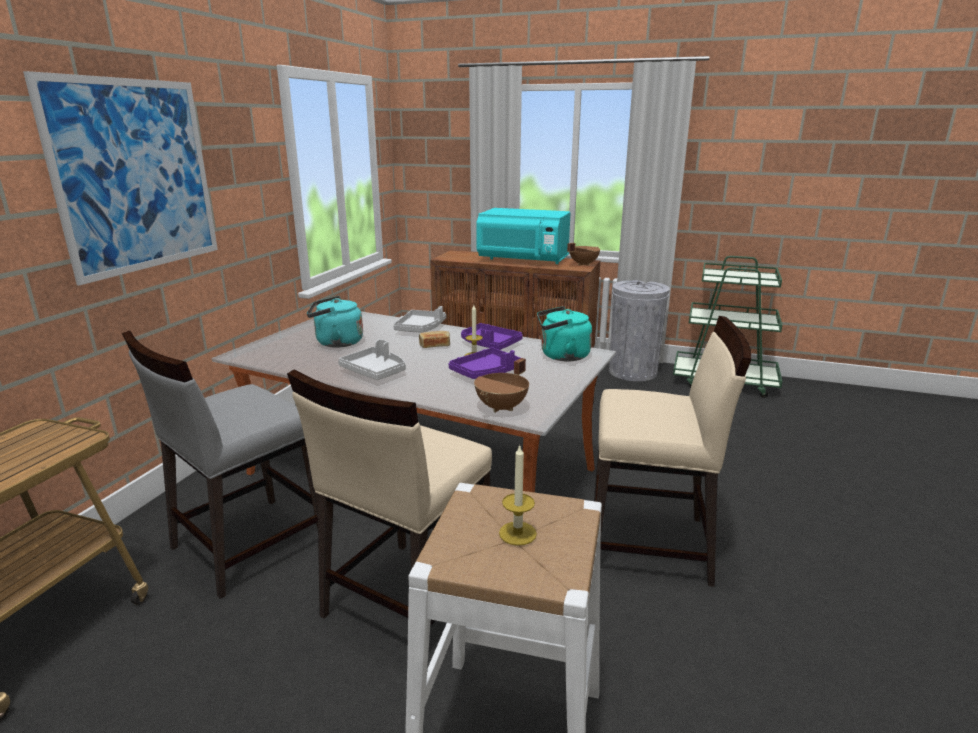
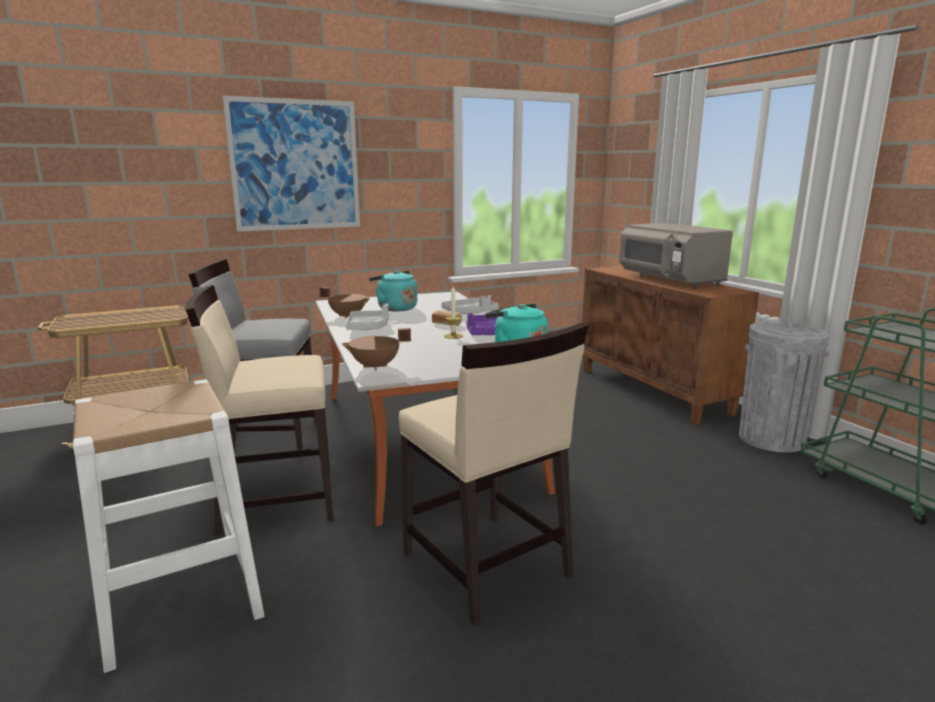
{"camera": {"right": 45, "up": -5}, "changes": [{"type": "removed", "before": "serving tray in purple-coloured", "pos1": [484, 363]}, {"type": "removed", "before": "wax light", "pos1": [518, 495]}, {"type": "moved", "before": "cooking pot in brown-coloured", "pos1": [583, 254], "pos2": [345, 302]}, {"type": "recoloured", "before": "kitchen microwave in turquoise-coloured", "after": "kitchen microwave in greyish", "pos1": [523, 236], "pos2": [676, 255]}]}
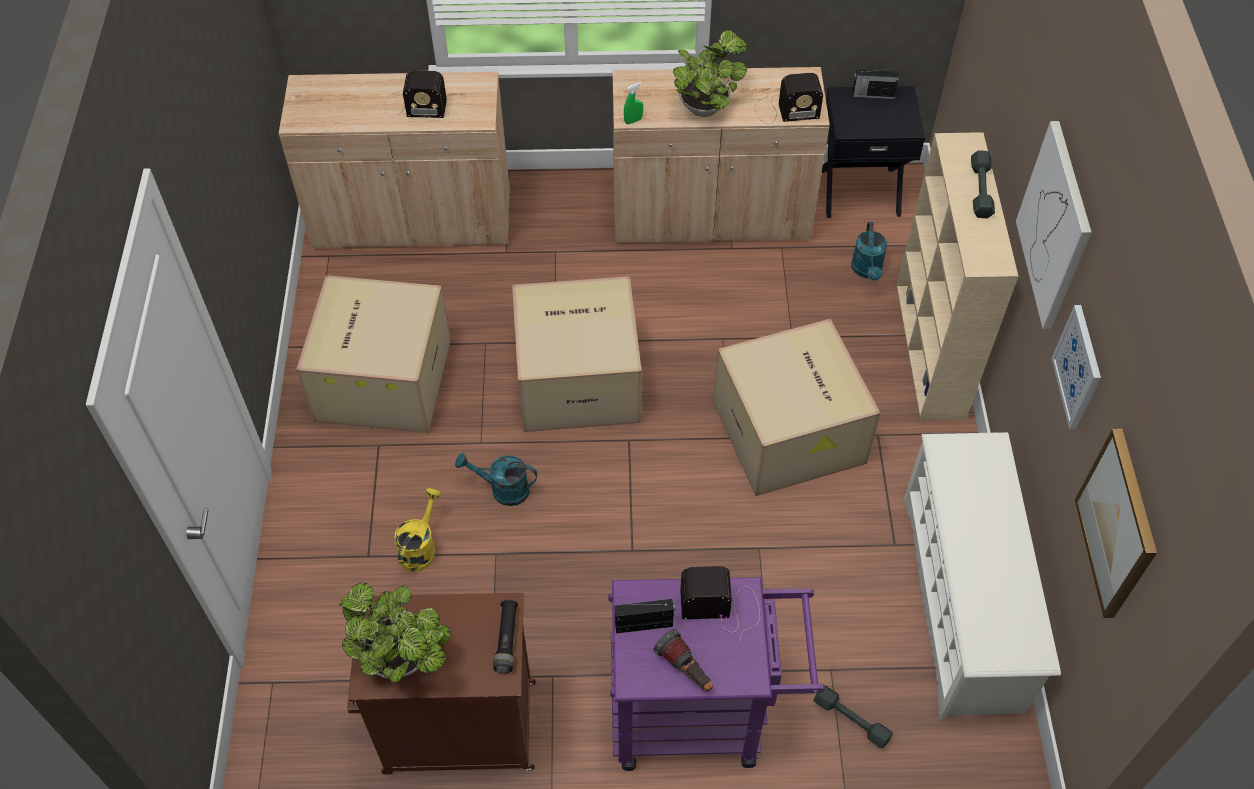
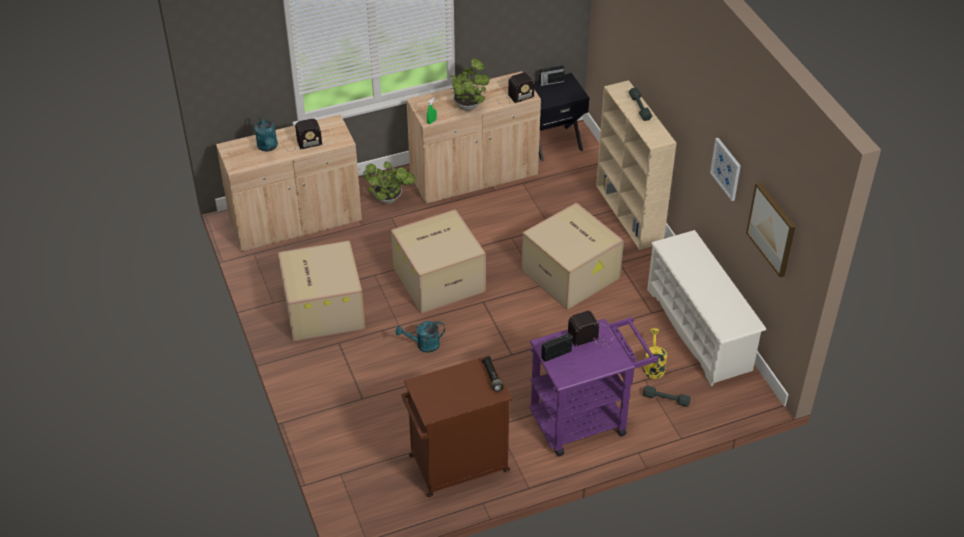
{"camera": {"right": -20, "up": -10}, "changes": [{"type": "removed", "before": "torch", "pos1": [683, 660]}, {"type": "removed", "before": "wall picture", "pos1": [1054, 225]}, {"type": "moved", "before": "houseplant", "pos1": [395, 632], "pos2": [389, 182]}, {"type": "moved", "before": "watering can in yellow", "pos1": [417, 530], "pos2": [655, 353]}, {"type": "moved", "before": "watering can in turquoise-coloured", "pos1": [869, 251], "pos2": [266, 133]}]}
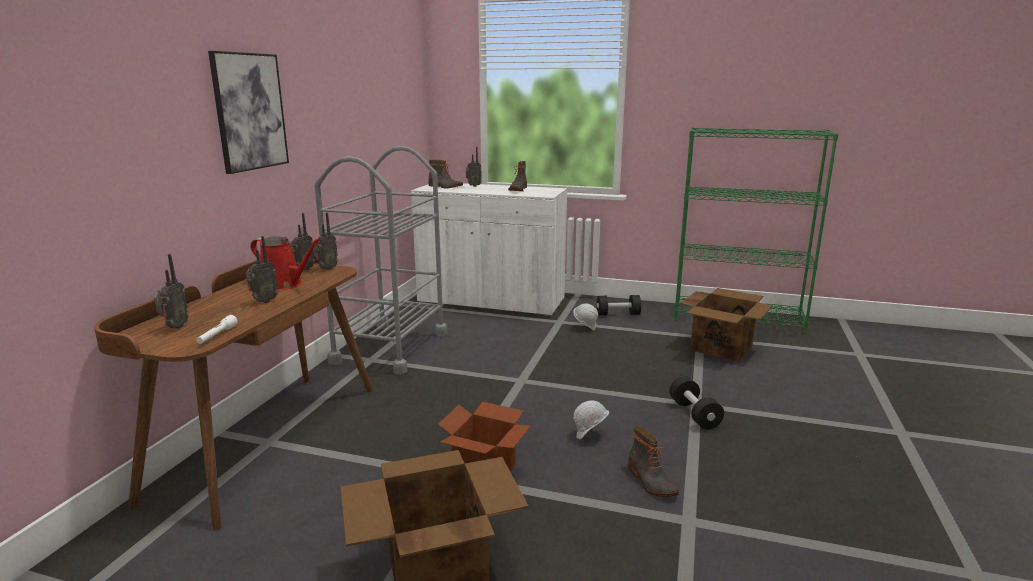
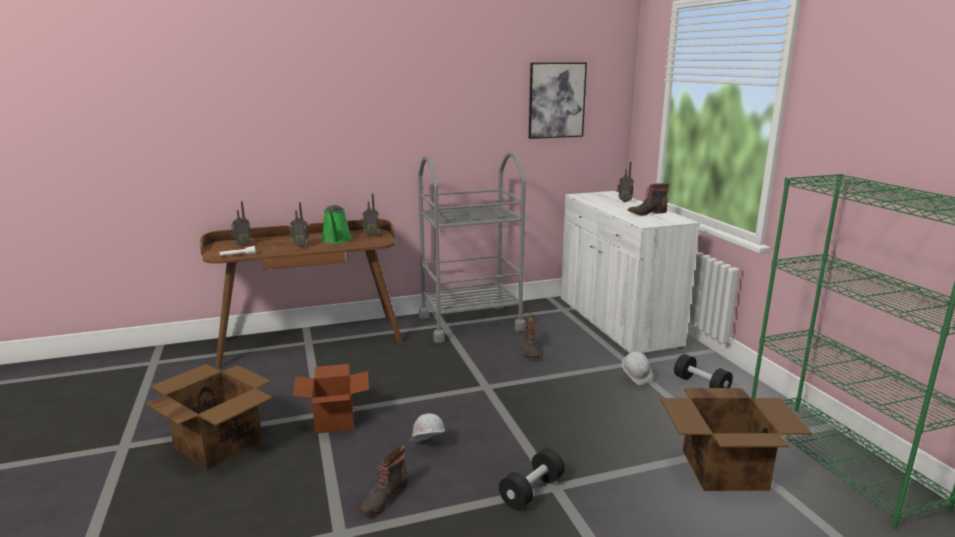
{"camera": {"right": 55, "up": 0}, "changes": [{"type": "removed", "before": "radio receiver", "pos1": [325, 241]}, {"type": "moved", "before": "wall picture", "pos1": [248, 112], "pos2": [558, 101]}, {"type": "moved", "before": "boot", "pos1": [445, 174], "pos2": [531, 337]}, {"type": "recoloured", "before": "watering can in reddish", "after": "watering can in green", "pos1": [285, 263], "pos2": [337, 224]}]}
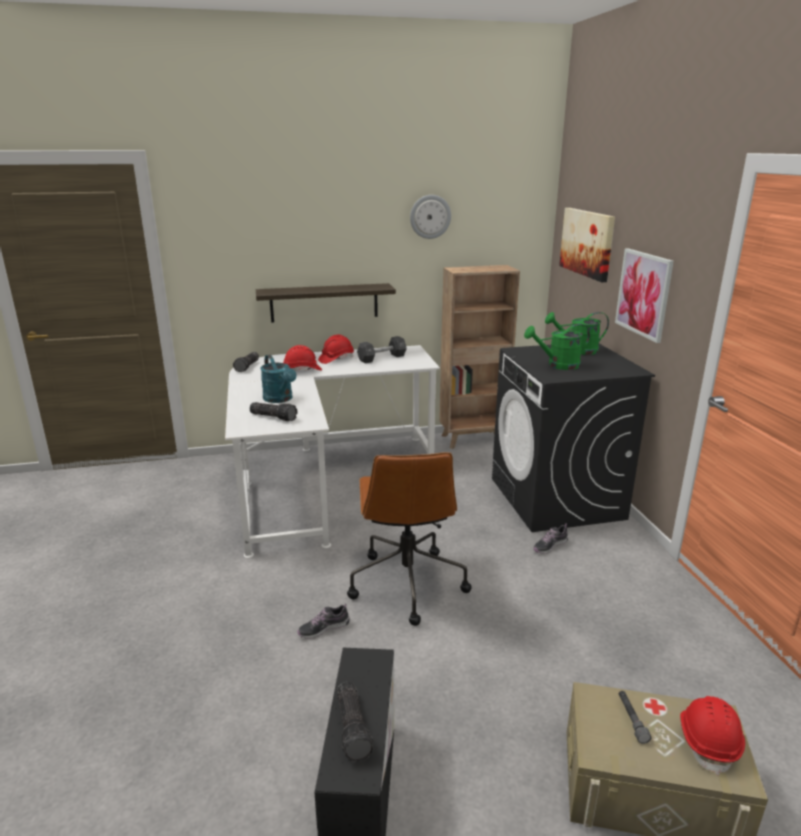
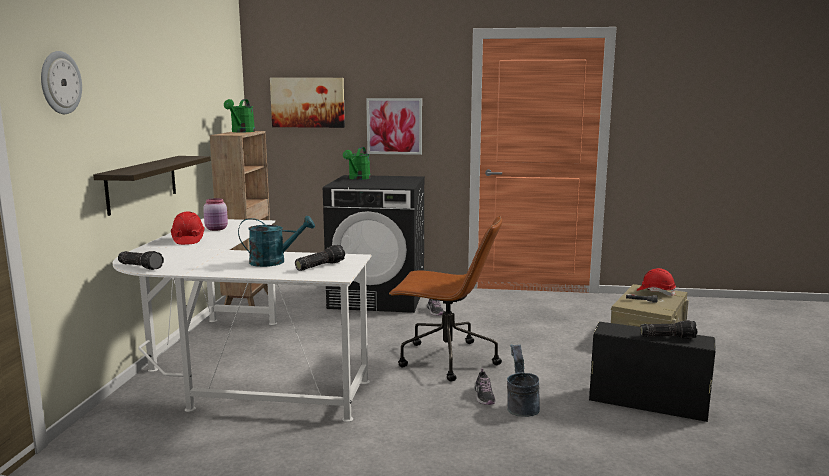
{"camera": {"right": -70, "up": -10}, "changes": [{"type": "removed", "before": "work helmet in reddish", "pos1": [302, 358]}, {"type": "added", "after": "bucket in greyish", "pos2": [523, 380]}, {"type": "moved", "before": "hanging clock", "pos1": [430, 217], "pos2": [61, 82]}, {"type": "moved", "before": "watering can in green", "pos1": [557, 346], "pos2": [239, 115]}, {"type": "replaced", "before": "free weight in black", "after": "preserve jar in pink-coloured", "pos1": [382, 350], "pos2": [215, 214]}]}
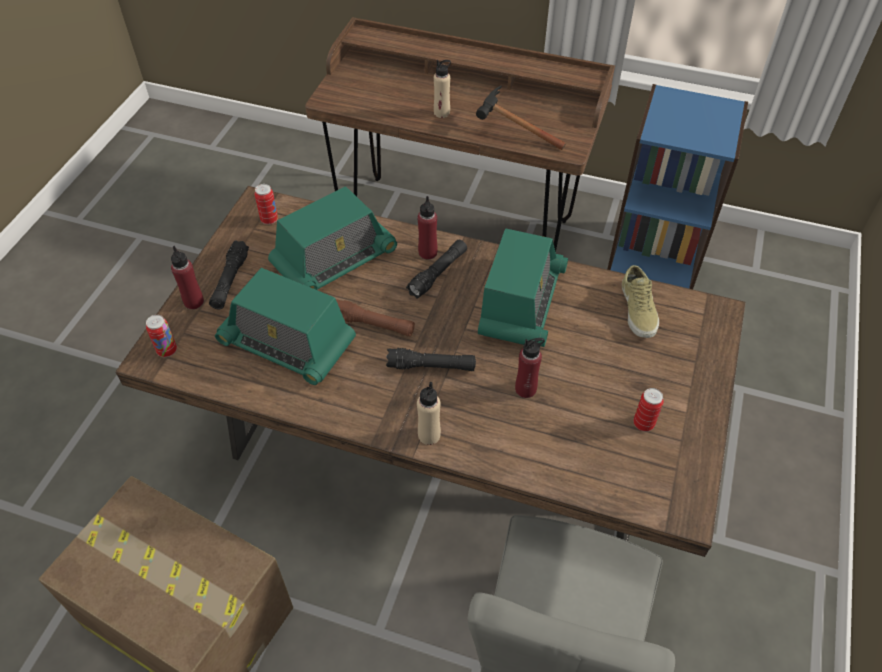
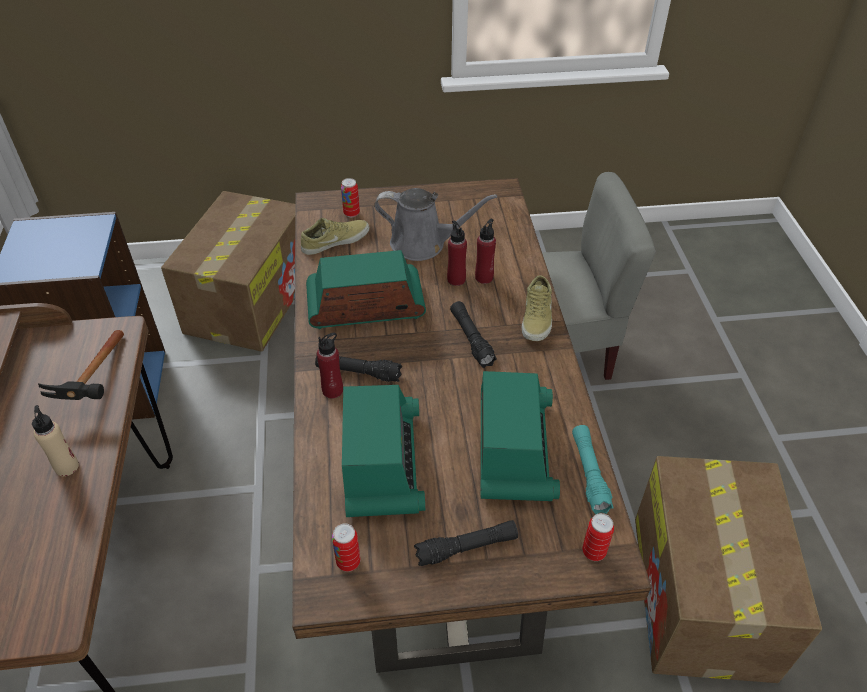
{"camera": {"right": -115, "up": -5}, "changes": [{"type": "removed", "before": "torch in brown-coloured", "pos1": [375, 317]}, {"type": "added", "after": "cardboard box", "pos2": [228, 271]}, {"type": "added", "after": "watering can in greyish", "pos2": [435, 224]}, {"type": "added", "after": "torch in turquoise-coloured", "pos2": [592, 469]}, {"type": "moved", "before": "bottle in reddish", "pos1": [187, 277], "pos2": [485, 251]}, {"type": "moved", "before": "metal can", "pos1": [648, 410], "pos2": [350, 197]}, {"type": "replaced", "before": "bottle in sand-coloured", "after": "low shoe in sand-coloured", "pos1": [429, 413], "pos2": [537, 308]}, {"type": "turned", "before": "radio receiver", "pos1": [332, 238], "pos2": [383, 451], "turn": 60}]}
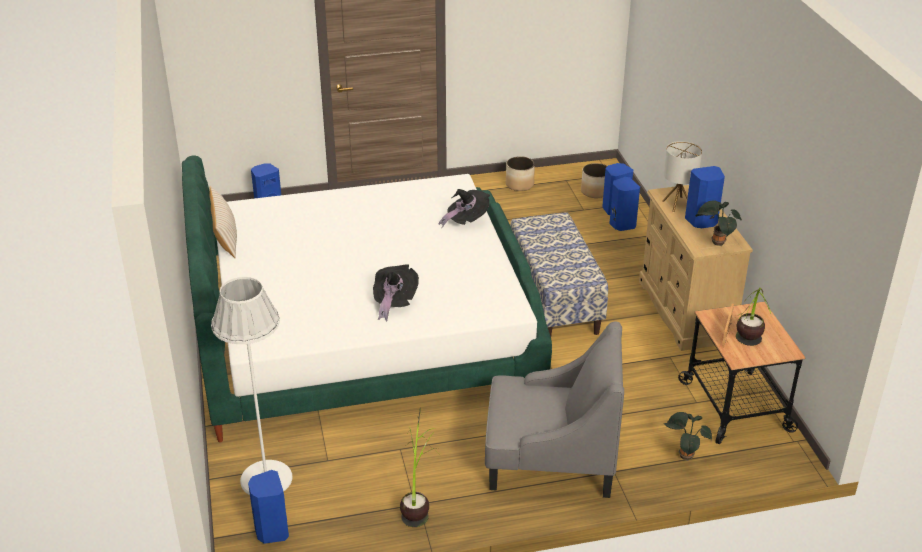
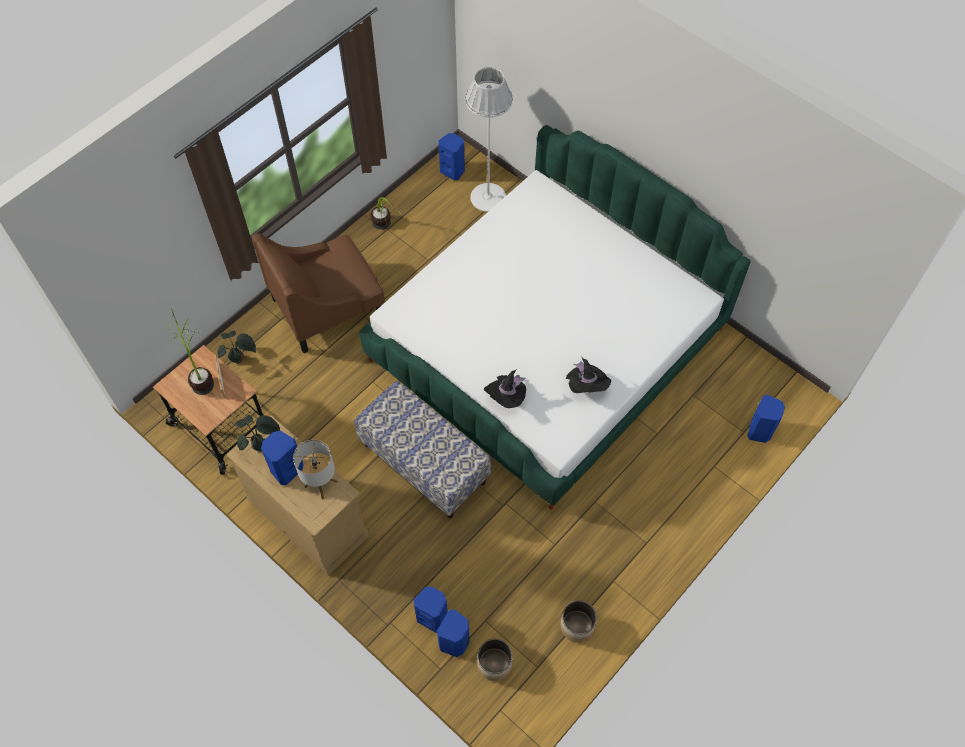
{"camera": {"right": 145, "up": 25}, "changes": [{"type": "removed", "before": "cushion in sand-coloured", "pos1": [223, 222]}, {"type": "moved", "before": "hat in black", "pos1": [396, 292], "pos2": [588, 375]}, {"type": "recoloured", "before": "armchair in greyish", "after": "armchair in brown-coloured", "pos1": [554, 410], "pos2": [318, 293]}]}
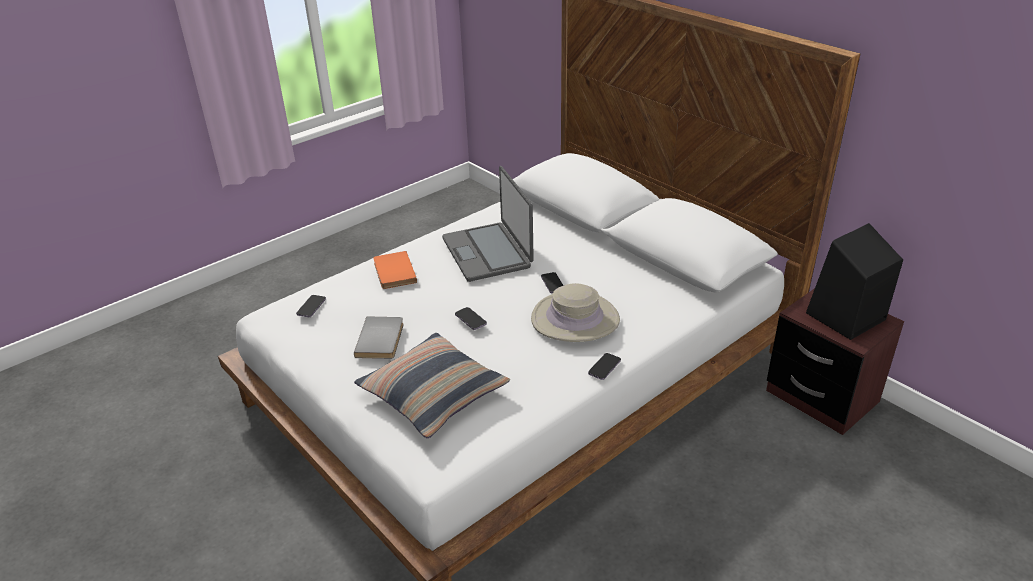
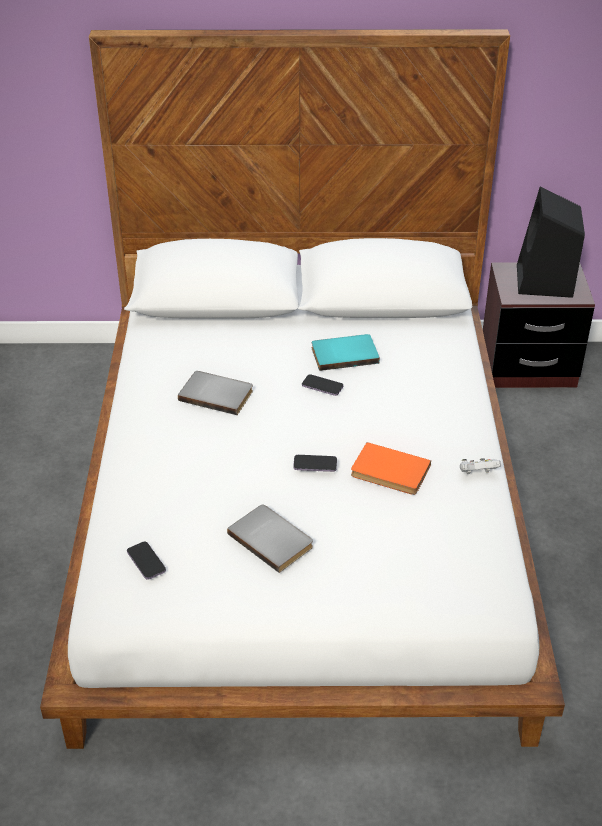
{"camera": {"right": -50, "up": 5}, "changes": [{"type": "removed", "before": "cushion", "pos1": [432, 385]}, {"type": "removed", "before": "hat in sand-coloured", "pos1": [575, 312]}, {"type": "removed", "before": "telephone", "pos1": [604, 366]}, {"type": "added", "after": "book in turquoise-coloured", "pos2": [346, 352]}, {"type": "added", "after": "joypad in white-coloured", "pos2": [480, 466]}, {"type": "moved", "before": "book in orange-coloured", "pos1": [395, 270], "pos2": [391, 468]}, {"type": "replaced", "before": "laptop", "after": "book in greyish", "pos1": [488, 224], "pos2": [215, 393]}]}
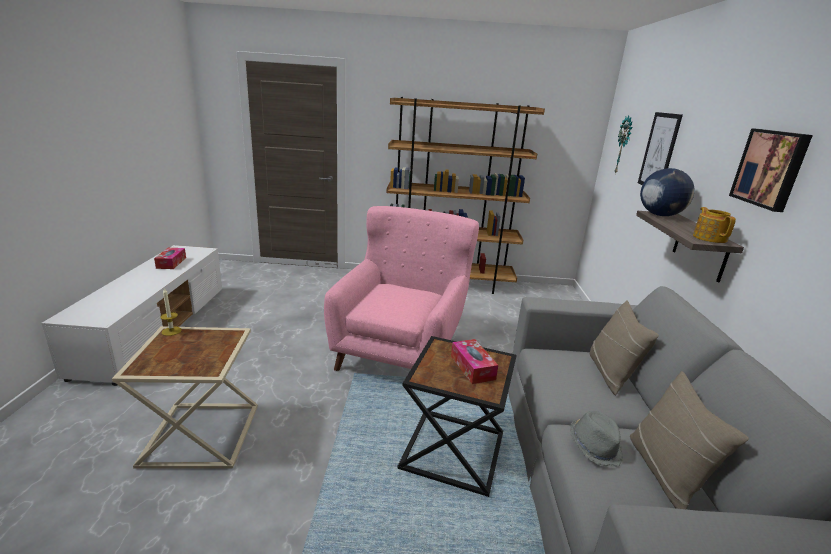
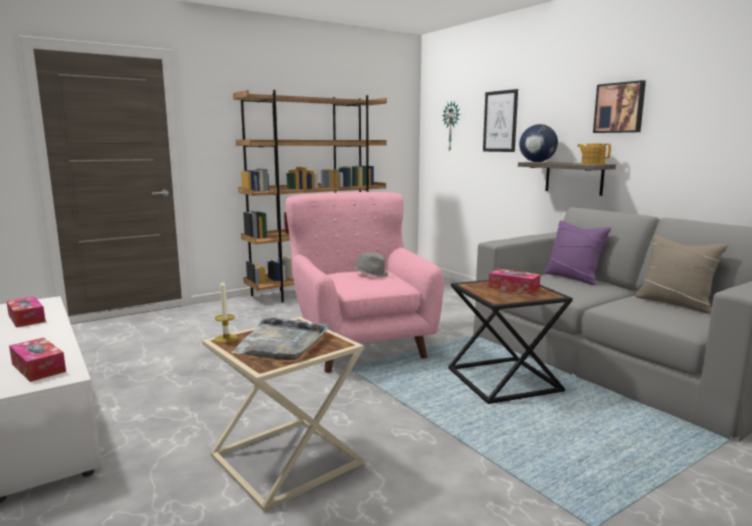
{"camera": {"right": -35, "up": -10}, "changes": [{"type": "added", "after": "box of tissues", "pos2": [37, 360]}, {"type": "added", "after": "serving tray in greyish", "pos2": [280, 338]}, {"type": "moved", "before": "hat in greyish", "pos1": [596, 439], "pos2": [371, 265]}, {"type": "recoloured", "before": "cushion in sand-coloured", "after": "cushion in purple-coloured", "pos1": [624, 347], "pos2": [577, 253]}]}
